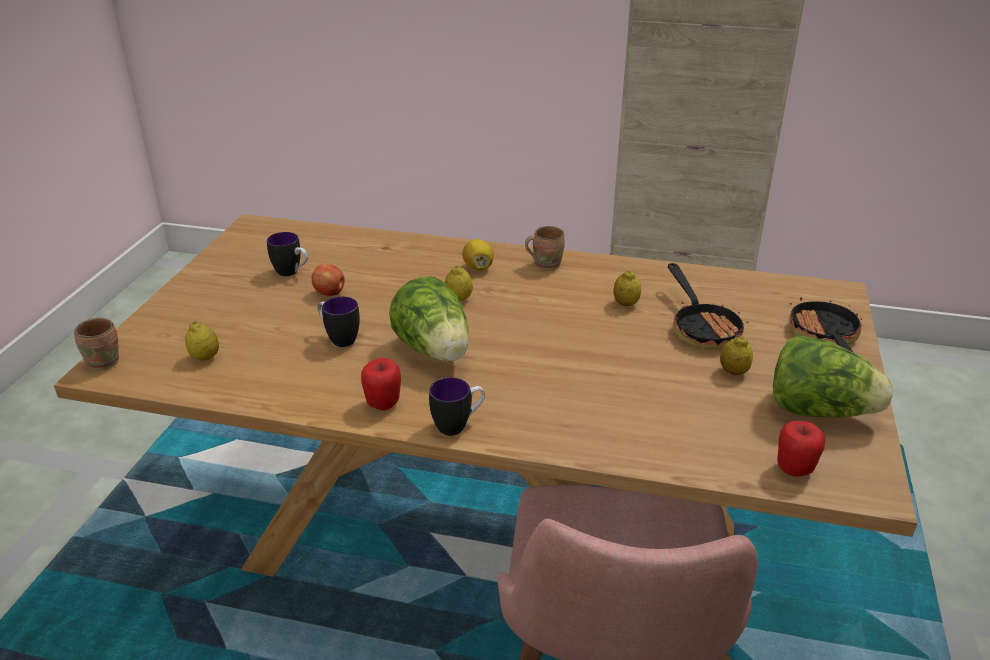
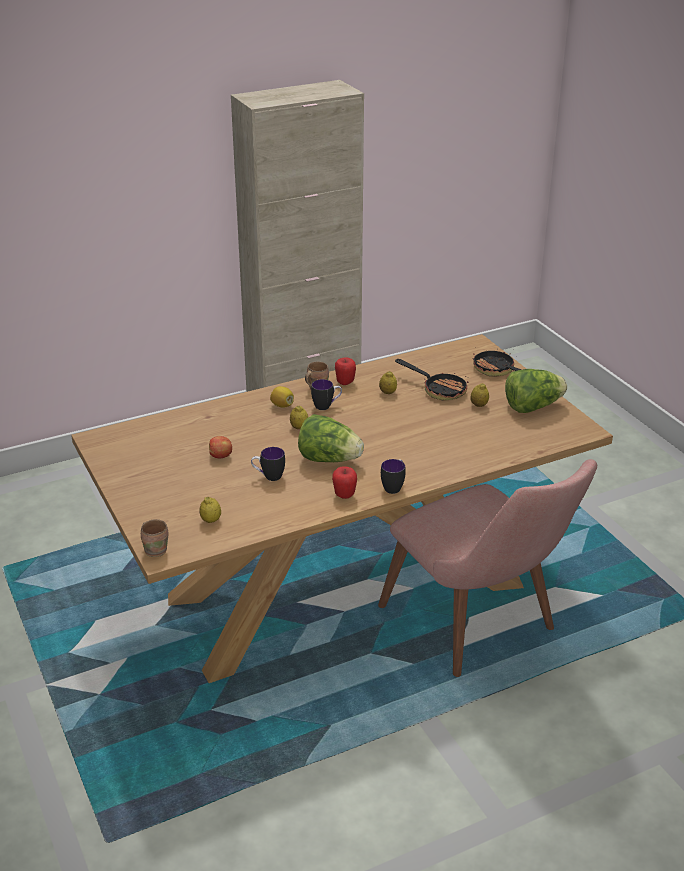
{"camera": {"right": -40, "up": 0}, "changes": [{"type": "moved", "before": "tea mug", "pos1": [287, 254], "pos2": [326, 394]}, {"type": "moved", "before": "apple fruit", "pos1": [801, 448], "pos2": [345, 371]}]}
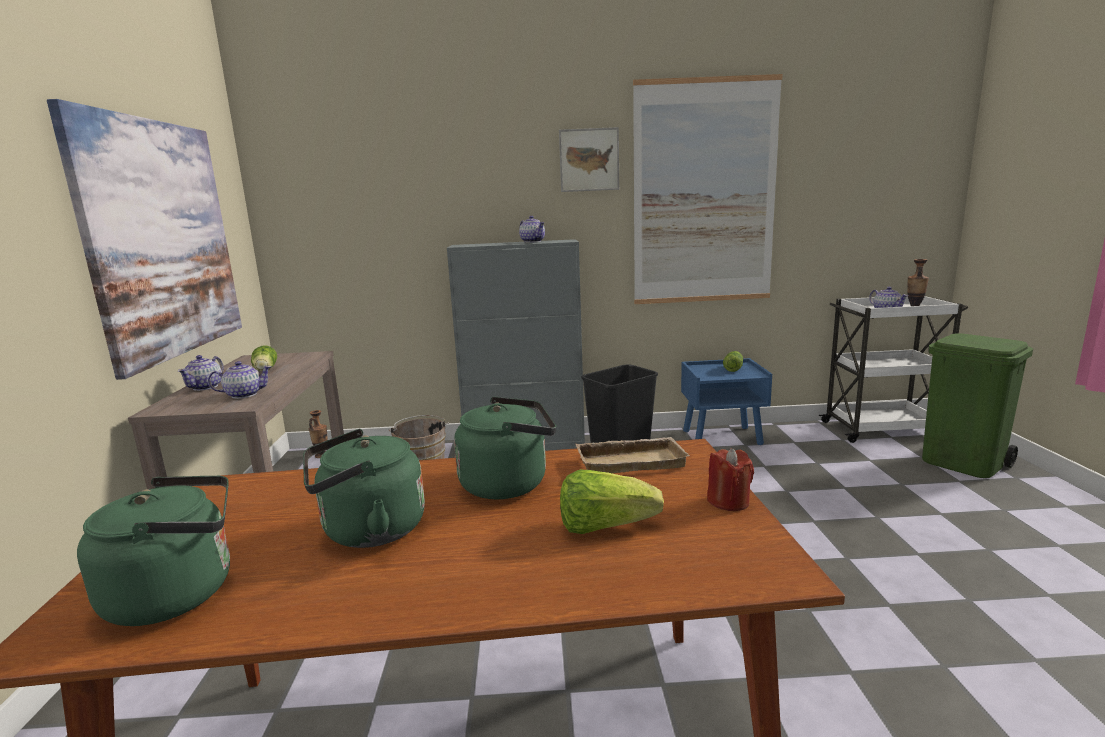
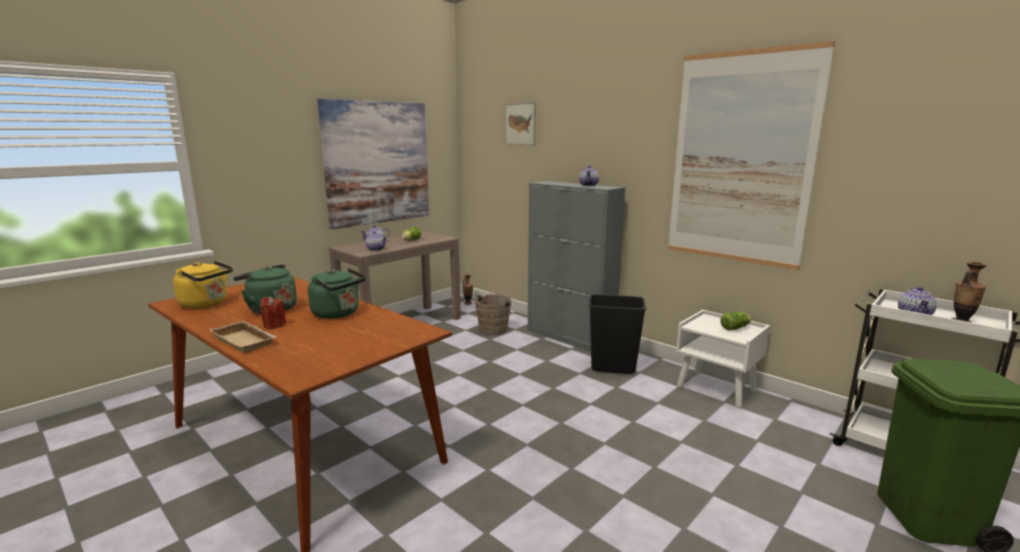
{"camera": {"right": 45, "up": 0}, "changes": [{"type": "removed", "before": "lettuce head", "pos1": [612, 501]}, {"type": "moved", "before": "wall picture", "pos1": [589, 159], "pos2": [520, 123]}, {"type": "moved", "before": "serving tray in sand-coloured", "pos1": [632, 455], "pos2": [243, 337]}, {"type": "moved", "before": "wax light in reddish", "pos1": [730, 479], "pos2": [273, 313]}, {"type": "recoloured", "before": "tea kettle in green", "after": "tea kettle in yellow", "pos1": [153, 551], "pos2": [203, 285]}, {"type": "recoloured", "before": "night table in blue", "after": "night table in white-coloured", "pos1": [726, 401], "pos2": [723, 359]}]}
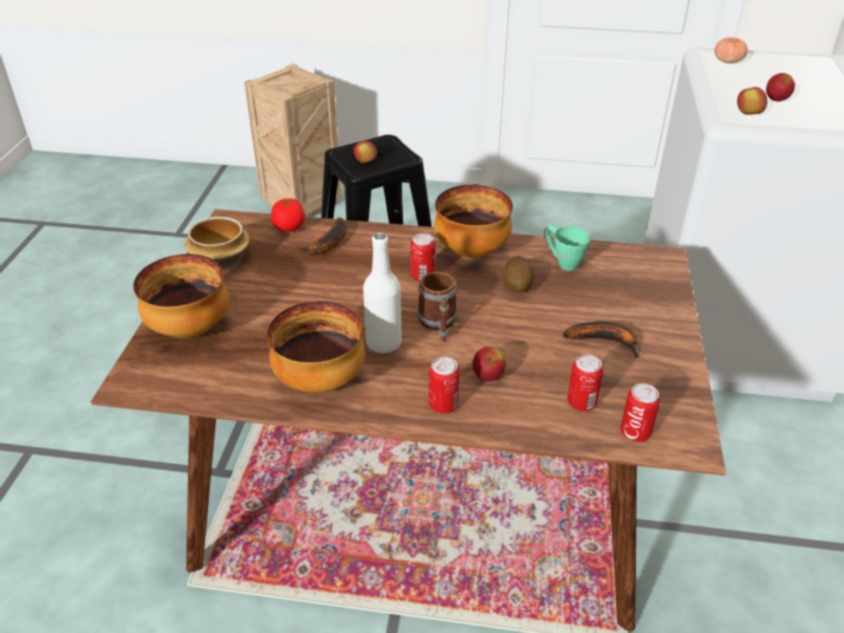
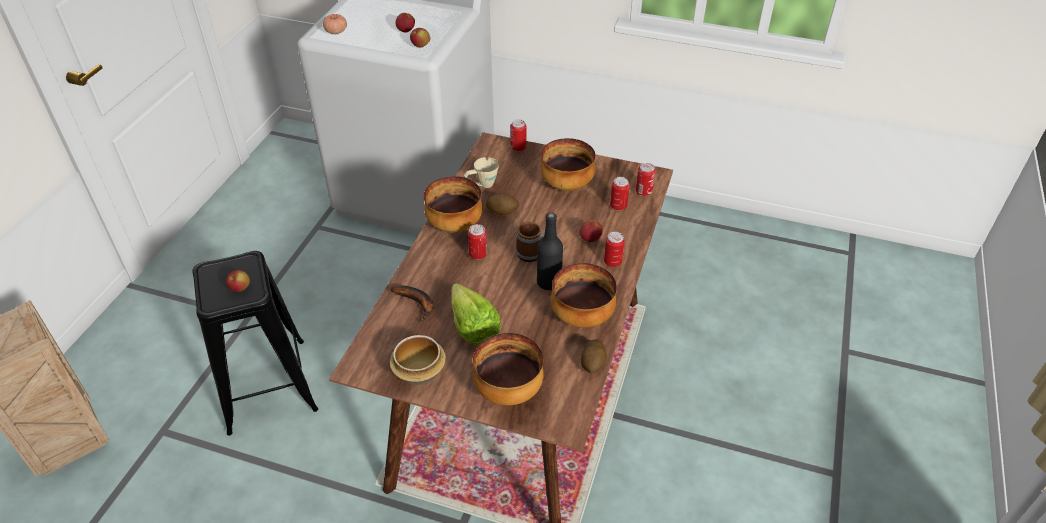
{"camera": {"right": -80, "up": 5}, "changes": [{"type": "removed", "before": "fresh tomato", "pos1": [288, 215]}, {"type": "added", "after": "lettuce head", "pos2": [476, 314]}, {"type": "added", "after": "metal can", "pos2": [518, 135]}, {"type": "added", "after": "spud", "pos2": [594, 356]}, {"type": "replaced", "before": "banana fruit", "after": "deep dish", "pos1": [601, 340], "pos2": [568, 165]}, {"type": "recoloured", "before": "bottle in white-coloured", "after": "bottle in black", "pos1": [382, 293], "pos2": [550, 251]}, {"type": "recoloured", "before": "tea mug in green", "after": "tea mug in sand-coloured", "pos1": [567, 247], "pos2": [481, 172]}]}
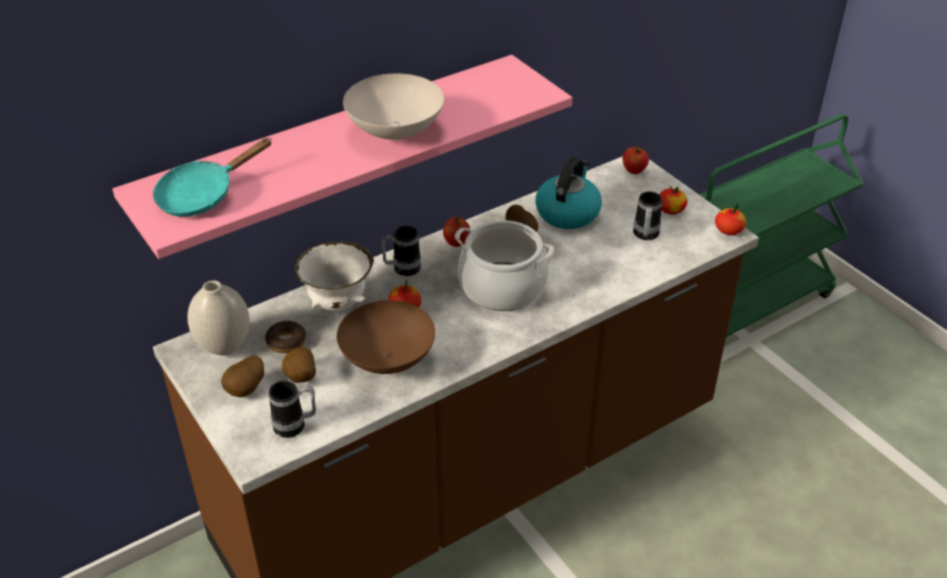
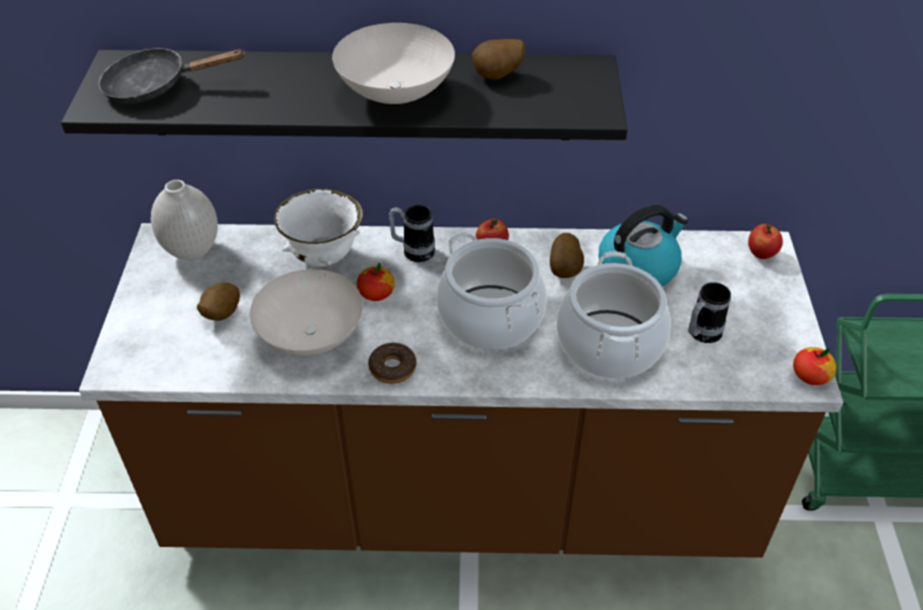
{"camera": {"right": 35, "up": 5}, "changes": [{"type": "removed", "before": "tea mug", "pos1": [292, 409]}, {"type": "removed", "before": "apple fruit", "pos1": [673, 200]}, {"type": "added", "after": "cooking pot", "pos2": [614, 314]}, {"type": "moved", "before": "spud", "pos1": [242, 376], "pos2": [498, 59]}, {"type": "moved", "before": "donut", "pos1": [285, 337], "pos2": [392, 363]}, {"type": "recoloured", "before": "bracket shelf in pink-coloured", "after": "bracket shelf in black", "pos1": [342, 157], "pos2": [344, 95]}, {"type": "recoloured", "before": "pan in turquoise-coloured", "after": "pan in black", "pos1": [212, 177], "pos2": [171, 75]}, {"type": "recoloured", "before": "deep dish in brown-coloured", "after": "deep dish in white-coloured", "pos1": [386, 337], "pos2": [306, 312]}]}
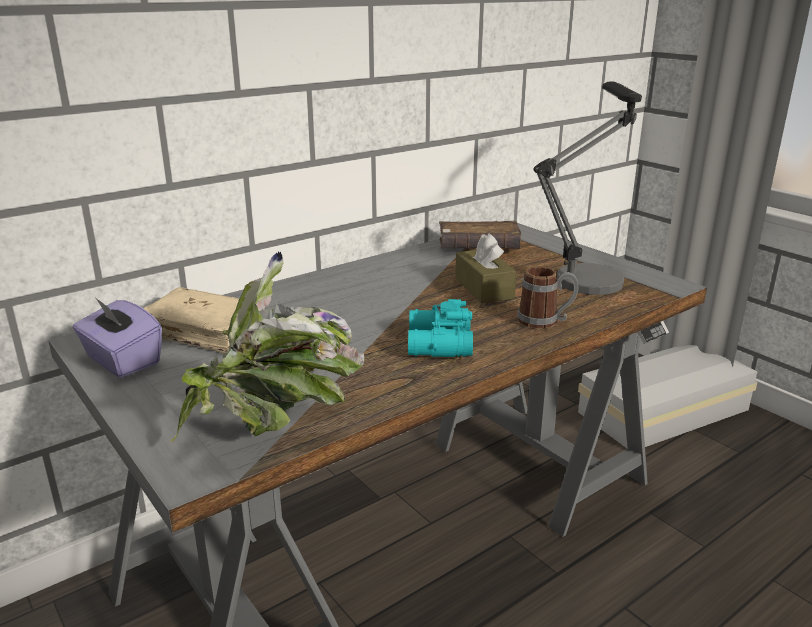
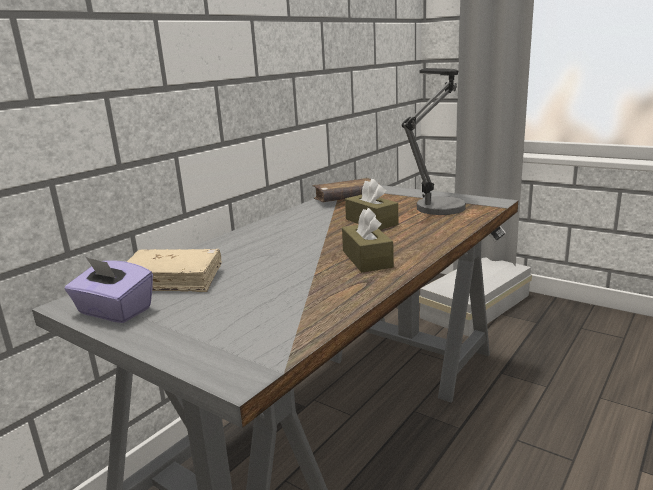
{"camera": {"right": -15, "up": -5}, "changes": [{"type": "removed", "before": "houseplant", "pos1": [267, 347]}, {"type": "removed", "before": "tea mug", "pos1": [547, 297]}, {"type": "replaced", "before": "binoculars in turquoise-coloured", "after": "box of tissues in brown-coloured", "pos1": [440, 328], "pos2": [368, 240]}]}
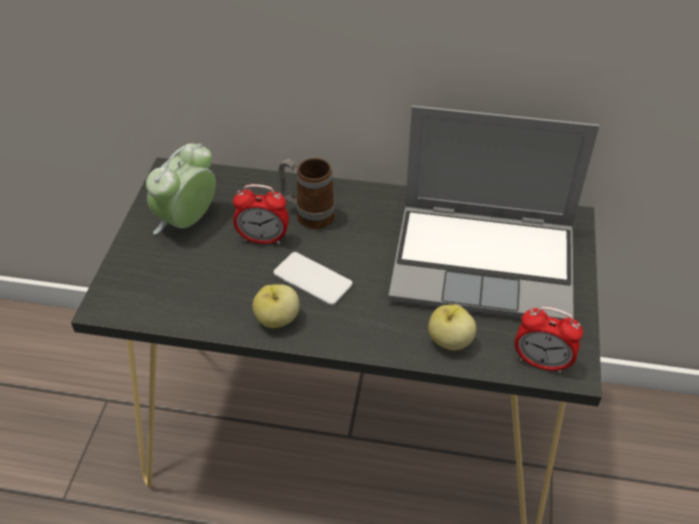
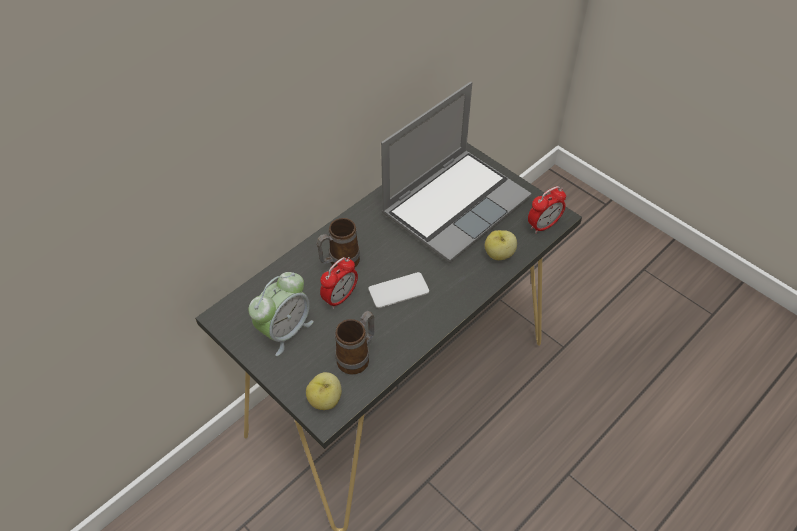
{"camera": {"right": -55, "up": 5}, "changes": [{"type": "added", "after": "tea mug", "pos2": [355, 343]}, {"type": "moved", "before": "apple fruit", "pos1": [275, 306], "pos2": [324, 391]}, {"type": "turned", "before": "table clock", "pos1": [181, 189], "pos2": [281, 314], "turn": -120}]}
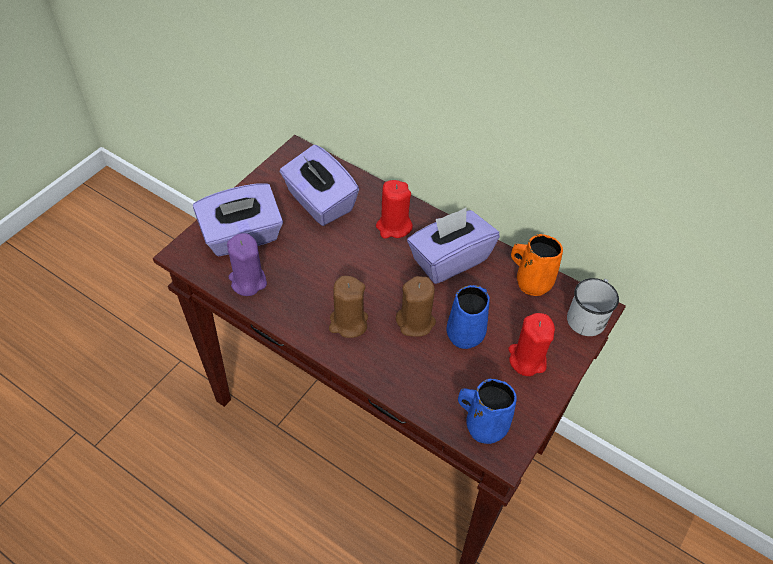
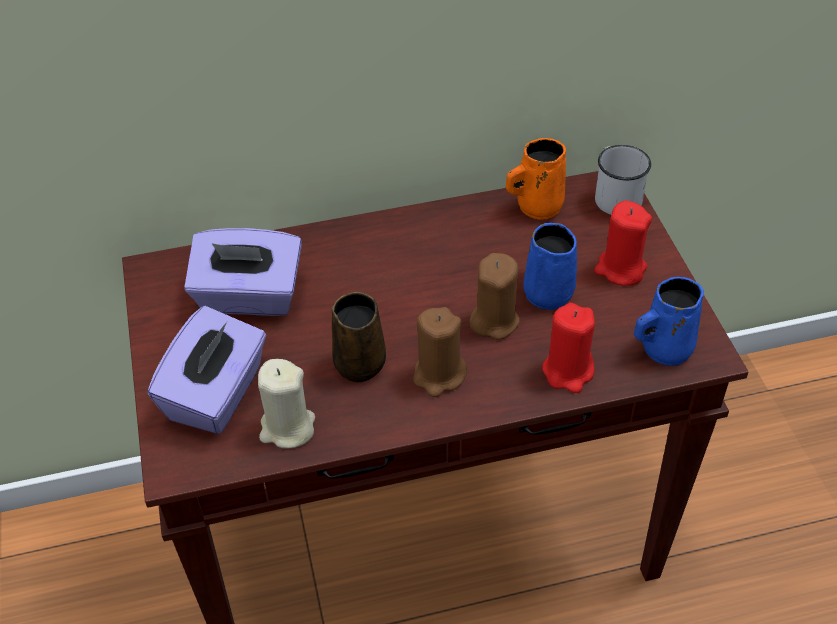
{"camera": {"right": -45, "up": -5}, "changes": [{"type": "removed", "before": "box of tissues in purple-coloured", "pos1": [453, 246]}, {"type": "added", "after": "tea mug in brown-coloured", "pos2": [359, 337]}, {"type": "moved", "before": "wax light in reddish", "pos1": [394, 209], "pos2": [568, 348]}, {"type": "recoloured", "before": "wax light in purple-coloured", "after": "wax light in sand-coloured", "pos1": [247, 264], "pos2": [286, 403]}]}
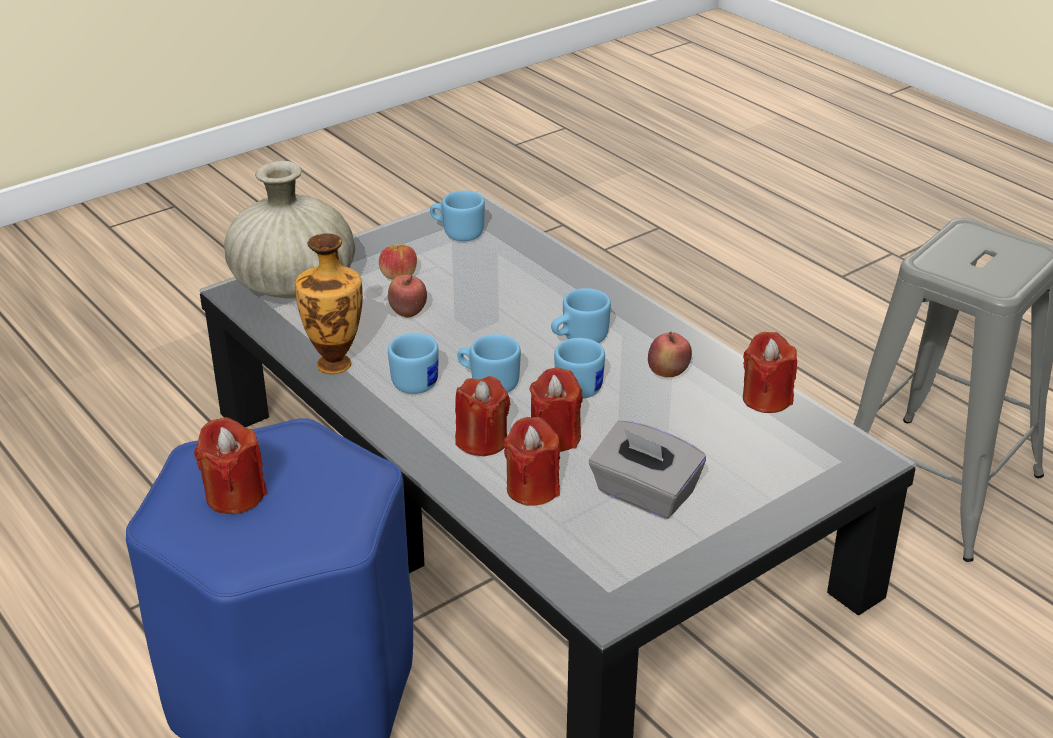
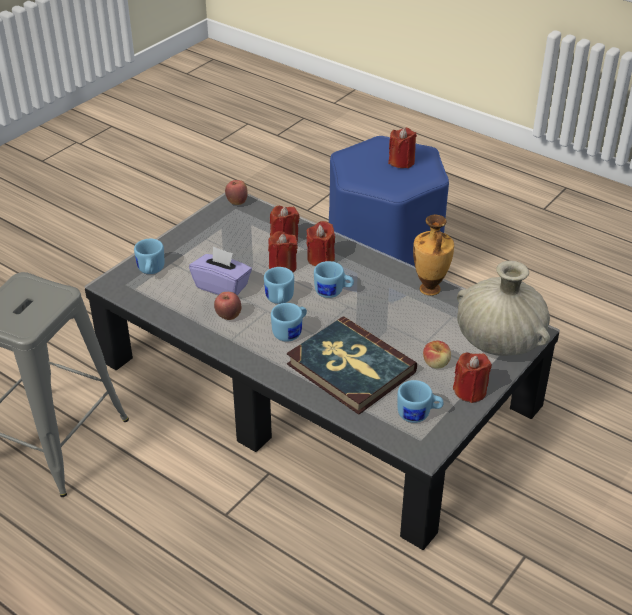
{"camera": {"right": 165, "up": 5}, "changes": [{"type": "removed", "before": "box of tissues in greyish", "pos1": [647, 470]}, {"type": "added", "after": "box of tissues in purple-coloured", "pos2": [220, 270]}, {"type": "added", "after": "book", "pos2": [352, 365]}, {"type": "moved", "before": "apple fruit", "pos1": [407, 296], "pos2": [236, 192]}, {"type": "moved", "before": "tea mug in blue", "pos1": [413, 363], "pos2": [149, 256]}, {"type": "moved", "before": "wax light in reddish", "pos1": [770, 372], "pos2": [472, 377]}]}
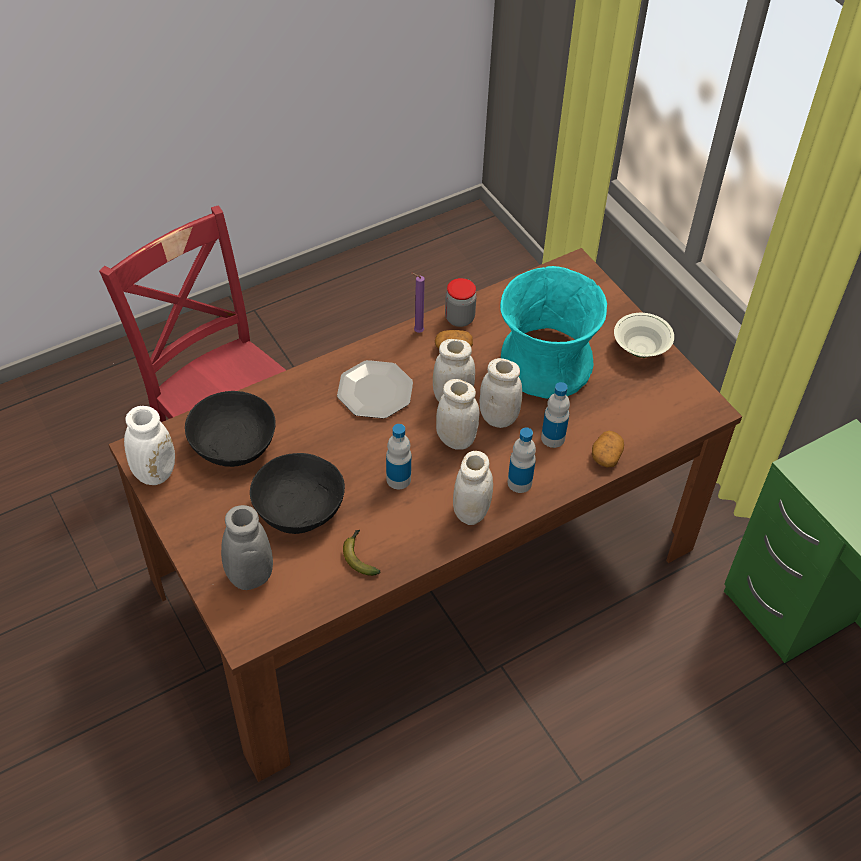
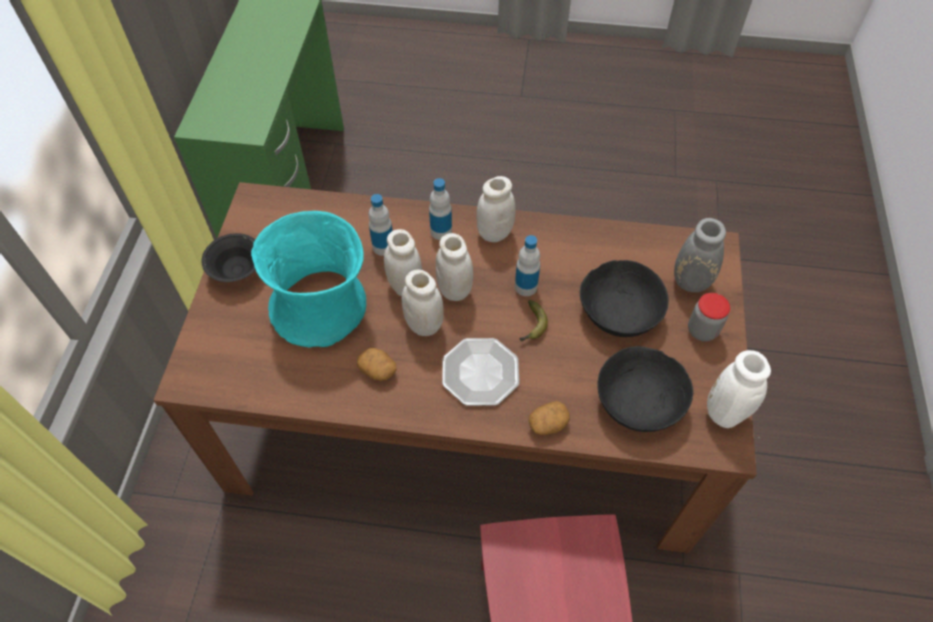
{"camera": {"right": -140, "up": 5}, "changes": [{"type": "removed", "before": "wax light in purple-coloured", "pos1": [418, 303]}, {"type": "moved", "before": "banana fruit", "pos1": [361, 553], "pos2": [534, 321]}, {"type": "moved", "before": "preserve jar", "pos1": [461, 302], "pos2": [709, 317]}, {"type": "moved", "before": "spud", "pos1": [608, 449], "pos2": [549, 418]}, {"type": "recoloured", "before": "deep dish in white-coloured", "after": "deep dish in black", "pos1": [644, 335], "pos2": [229, 257]}]}
